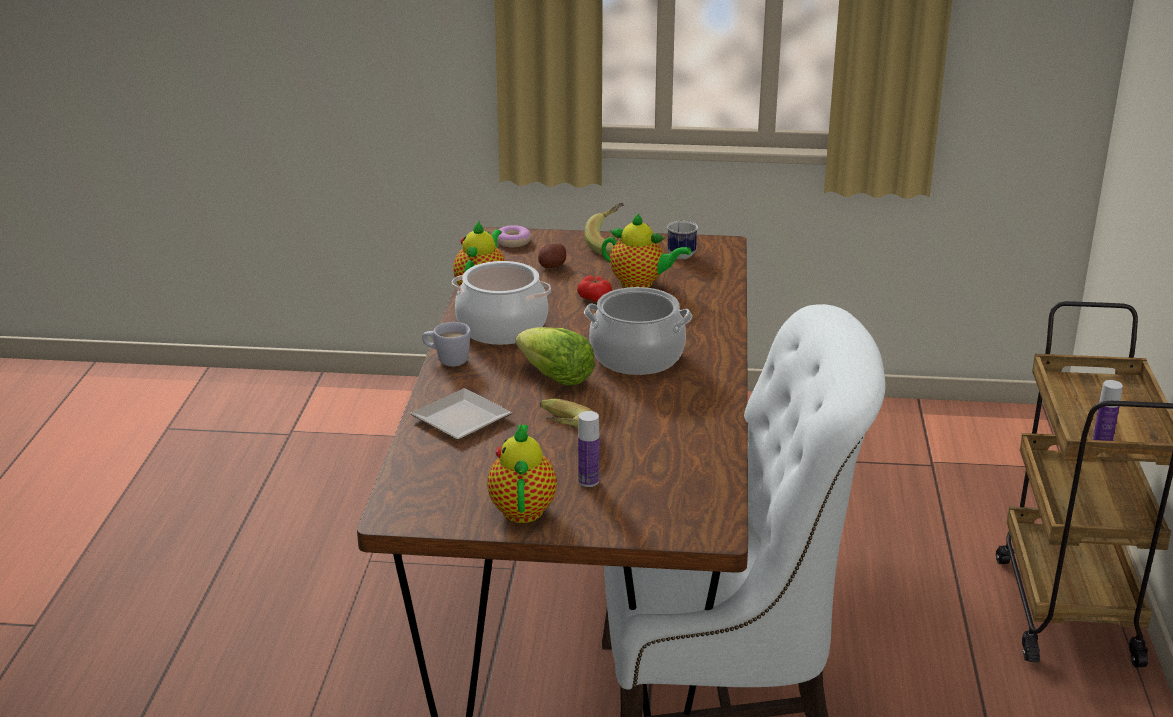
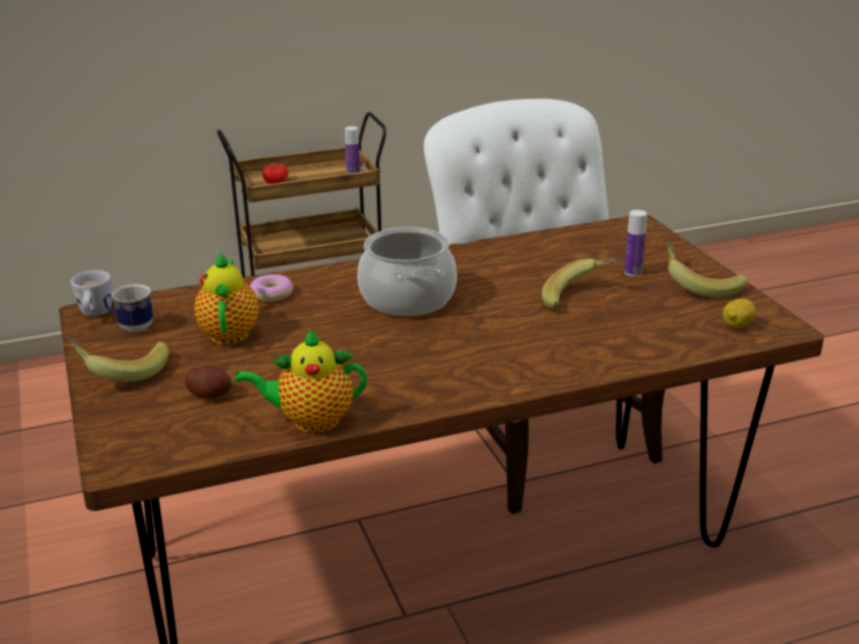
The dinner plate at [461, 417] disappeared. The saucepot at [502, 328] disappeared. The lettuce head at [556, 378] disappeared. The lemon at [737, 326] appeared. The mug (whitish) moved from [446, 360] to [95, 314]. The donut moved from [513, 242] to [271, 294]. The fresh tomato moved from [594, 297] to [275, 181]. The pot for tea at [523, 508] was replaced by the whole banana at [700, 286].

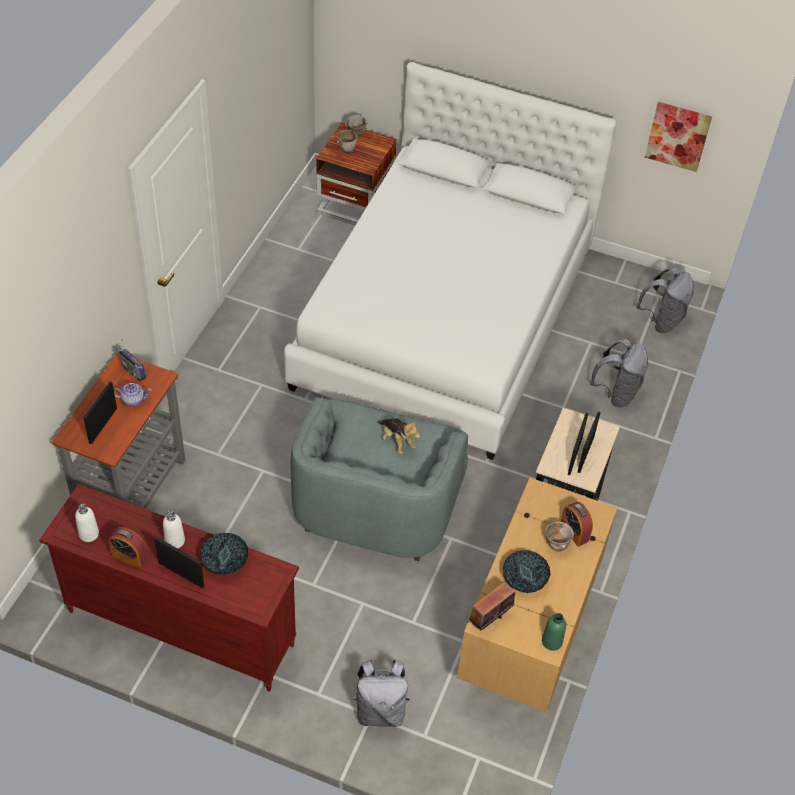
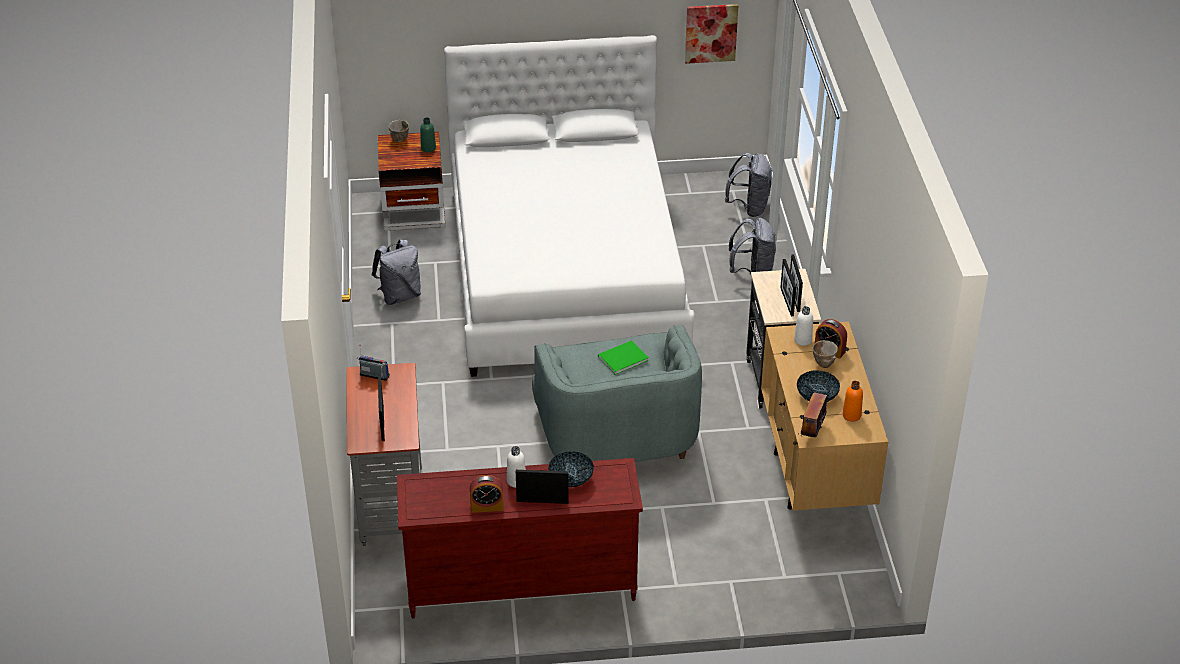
The pot for tea at [133, 400] disappeared. The serving bowl at [347, 150] disappeared. The drink bottle (orange) at [851, 415] appeared. The drink bottle (whitish) moved from [89, 534] to [803, 340]. The backpack (greyish) moved from [380, 710] to [399, 295]. The drink bottle (green) moved from [552, 641] to [428, 148]. The cuddly toy at [397, 441] was replaced by the volume (green) at [621, 358].

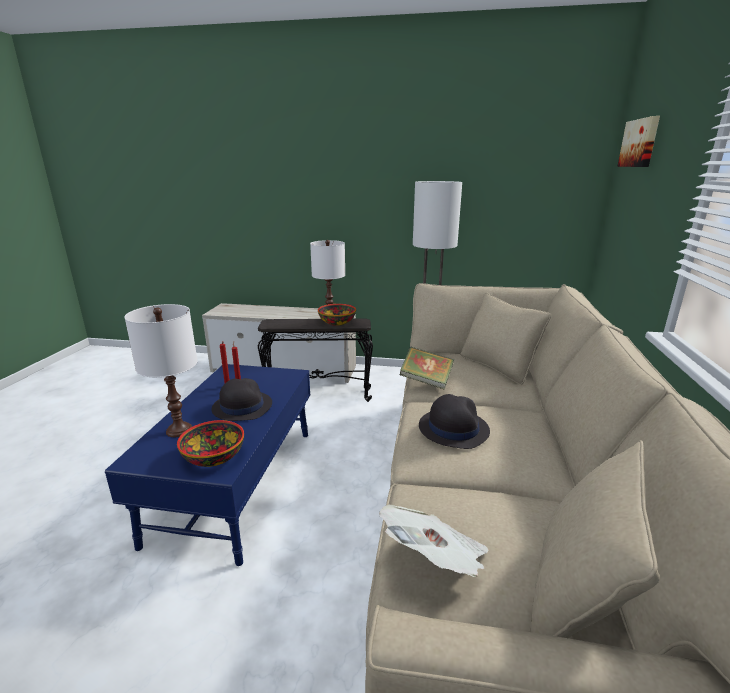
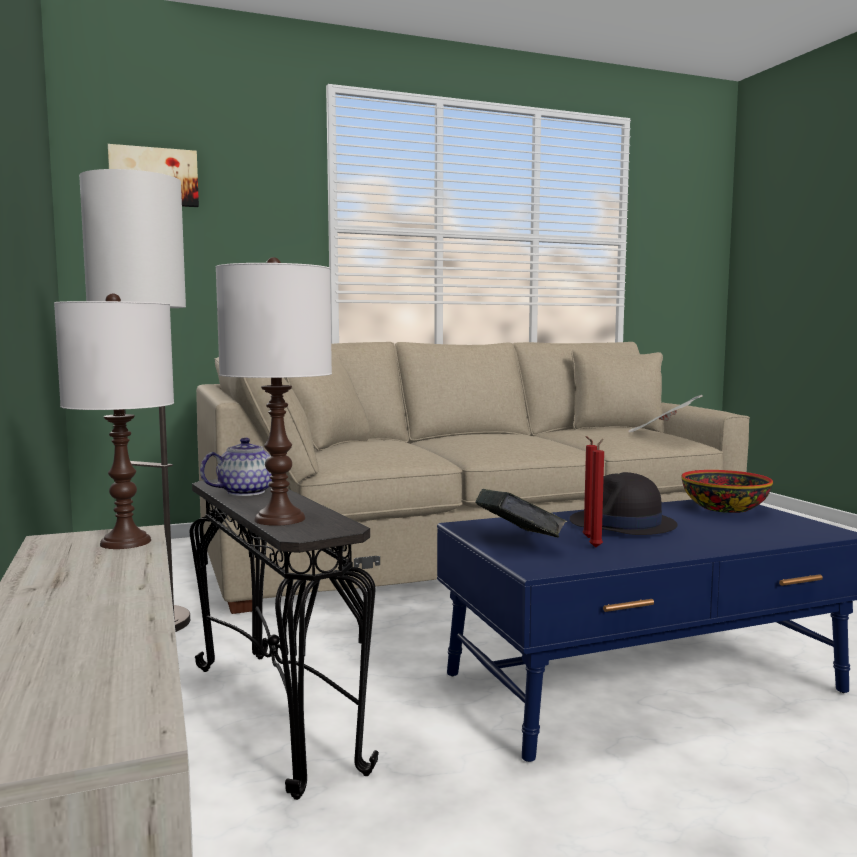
The hat (black) at [453, 428] disappeared. The tabletop lamp (whitish) moved from [179, 430] to [279, 519]. The volume moved from [426, 381] to [518, 542]. The serving bowl at [337, 322] was replaced by the pot for tea at [245, 492].

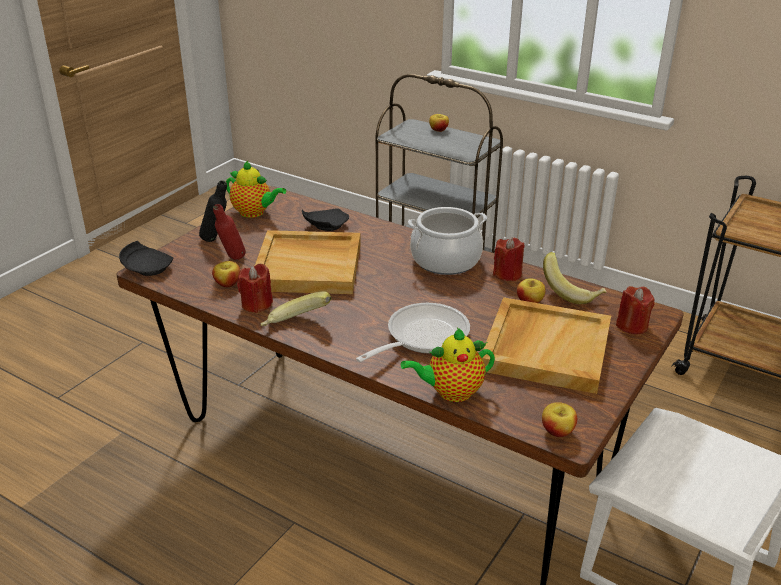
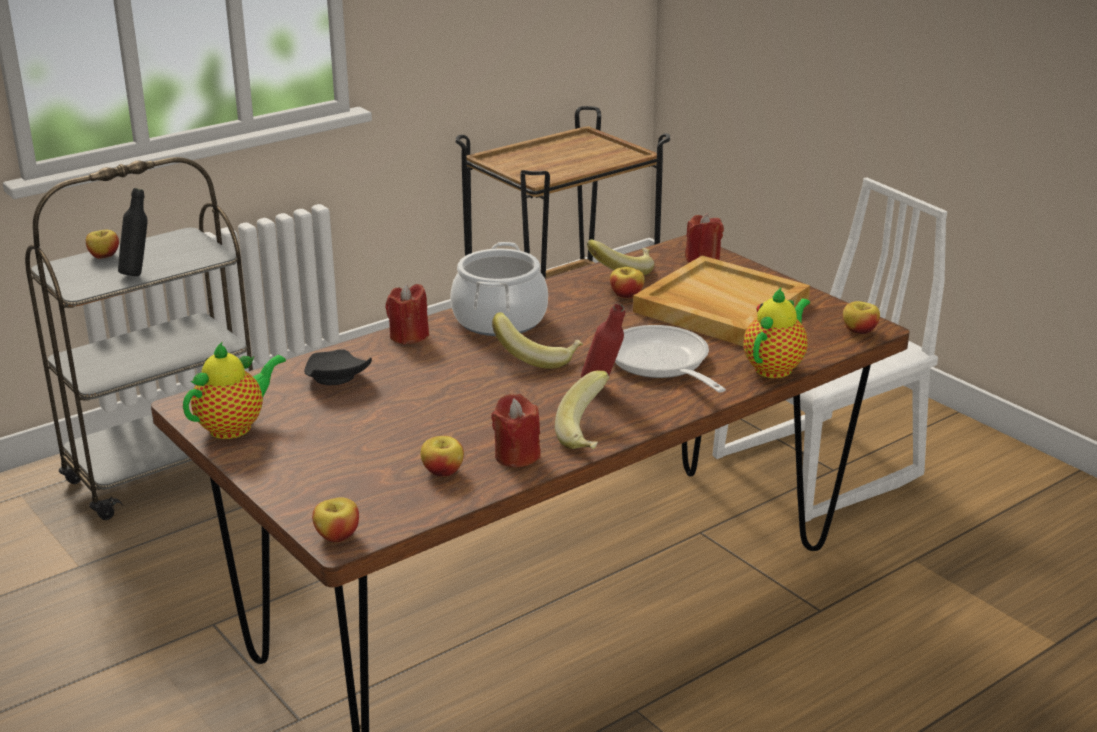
The tray (sand-coloured) at [309, 266] disappeared. The whole banana at [538, 358] appeared. The drink bottle (black) moved from [216, 240] to [138, 273]. The drink bottle (red) moved from [232, 261] to [602, 390]. The wax candle (red) moved from [507, 274] to [408, 336]. The dinner plate (black) at [147, 268] was replaced by the whole apple at [337, 536]. The pot for tea at [451, 392] turned 150 degrees counterclockwise.

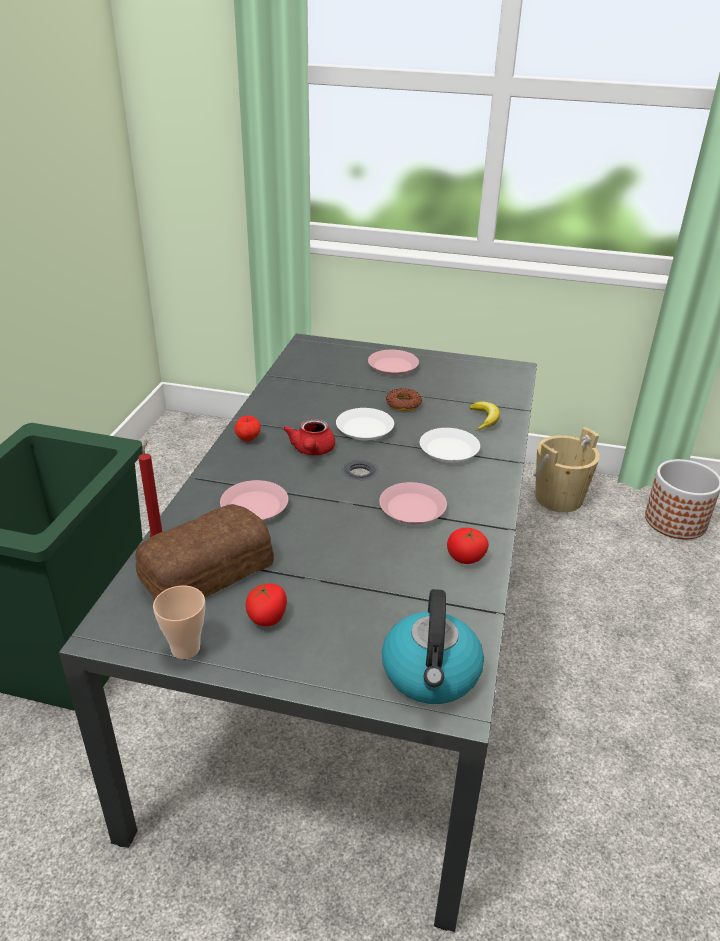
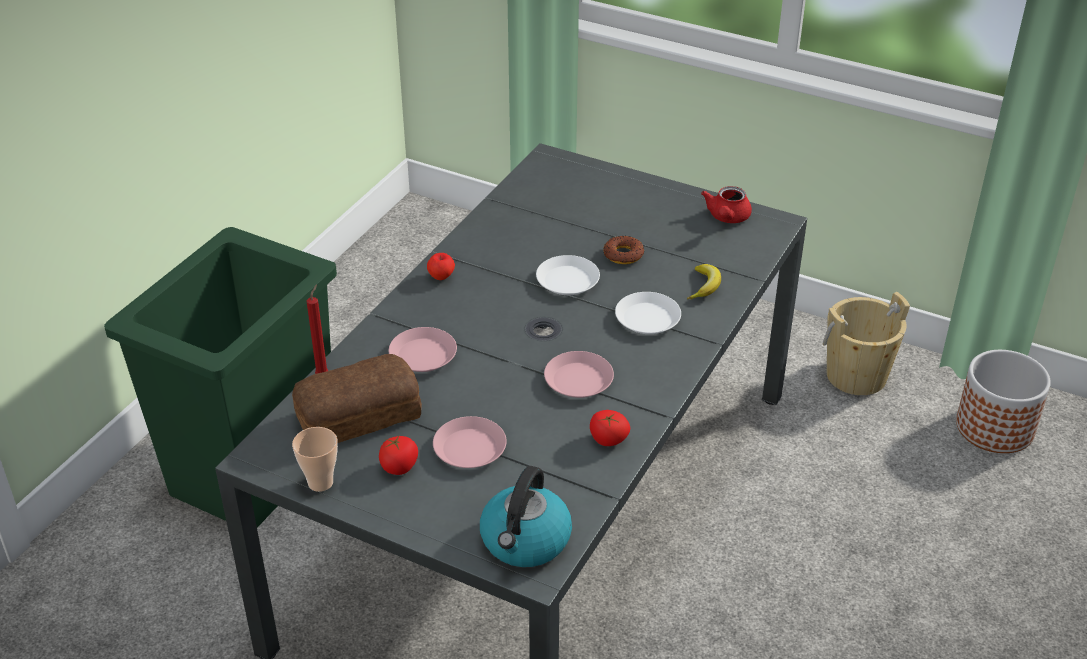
The pot for tea (red) moved from [312, 451] to [727, 218]. The dinner plate (pink) moved from [393, 367] to [469, 448].

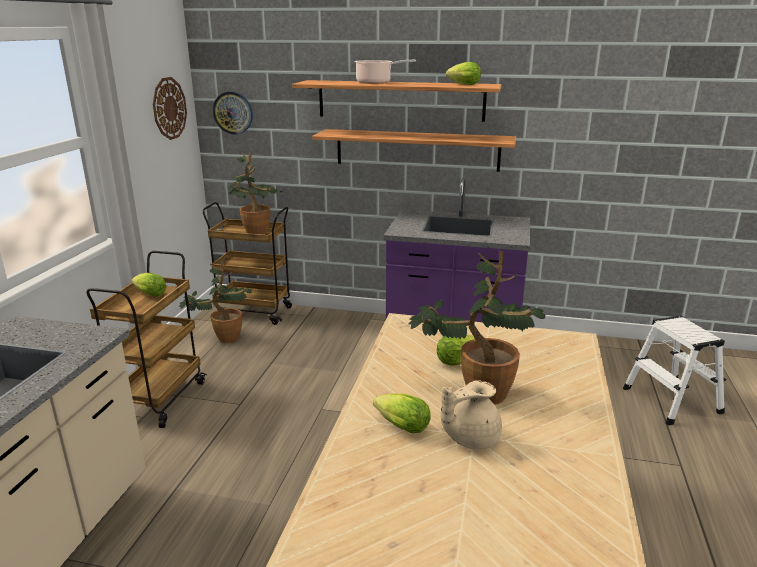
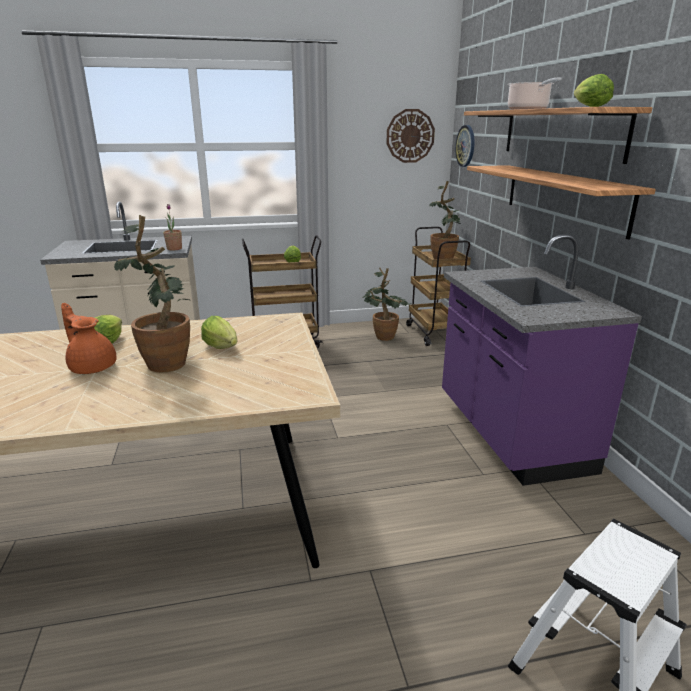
The potted plant at [174, 249] appeared. The pot for tea (sand-coloured) at [470, 438] became the pot for tea (orange) at [92, 367].

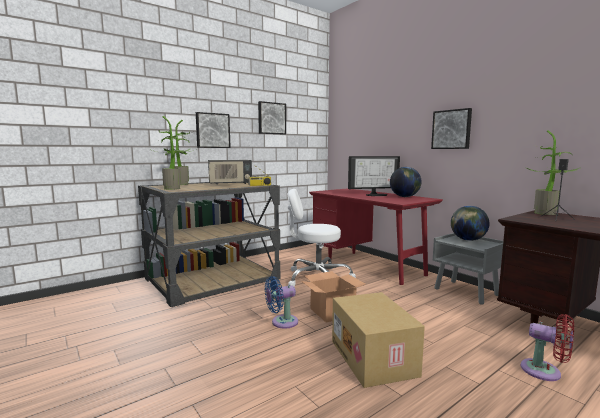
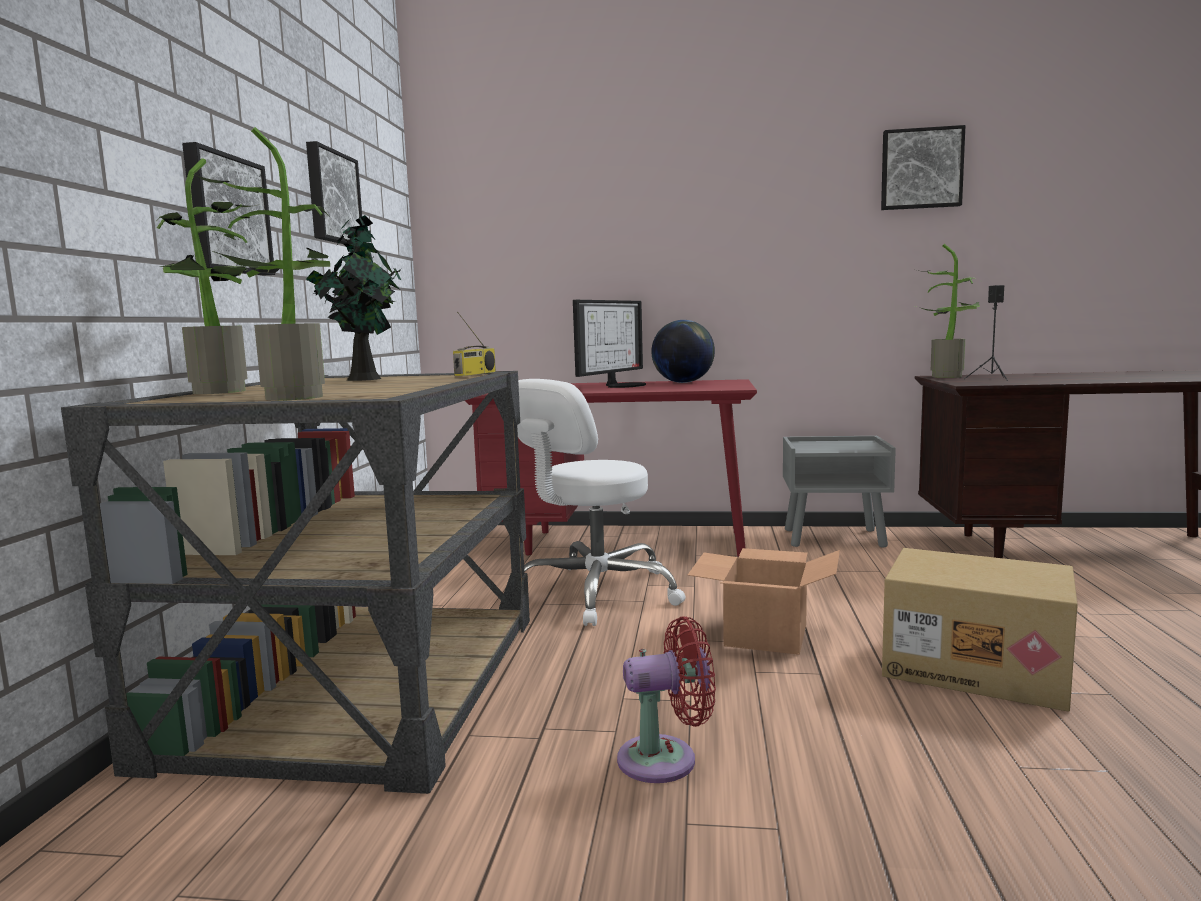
The cooling fan (bluish) at [282, 322] disappeared. The world globe at [468, 240] disappeared. The wall picture moved from [451, 129] to [921, 169]. The cooling fan (red) moved from [545, 372] to [665, 759]. The radio at [230, 183] was replaced by the potted plant at [364, 379].

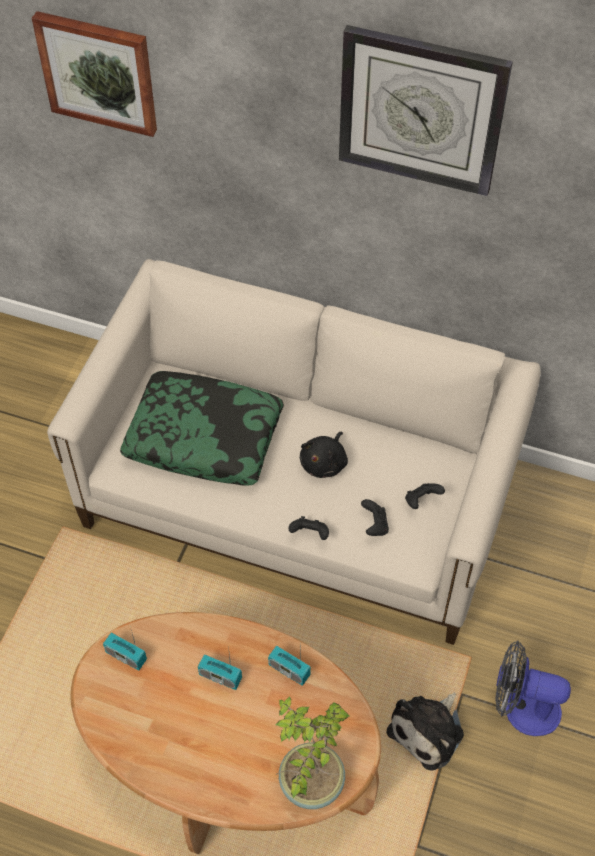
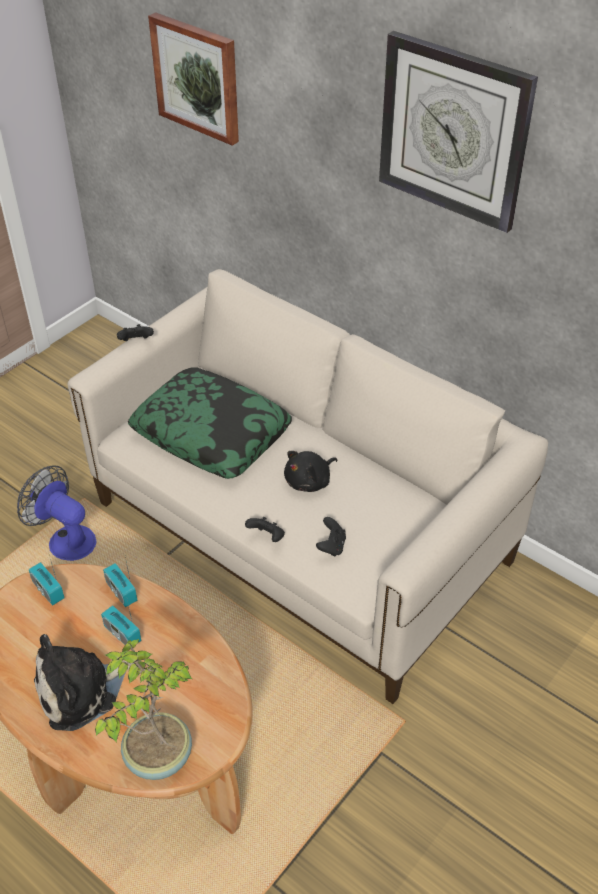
The radio moved from [289, 670] to [121, 592]. The cuddly toy moved from [429, 730] to [81, 690]. The gamepad (black) moved from [421, 501] to [136, 342]. The cooling fan moved from [522, 708] to [65, 539].

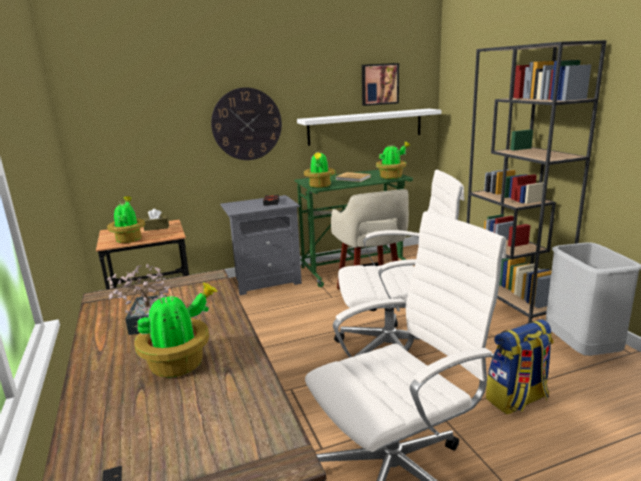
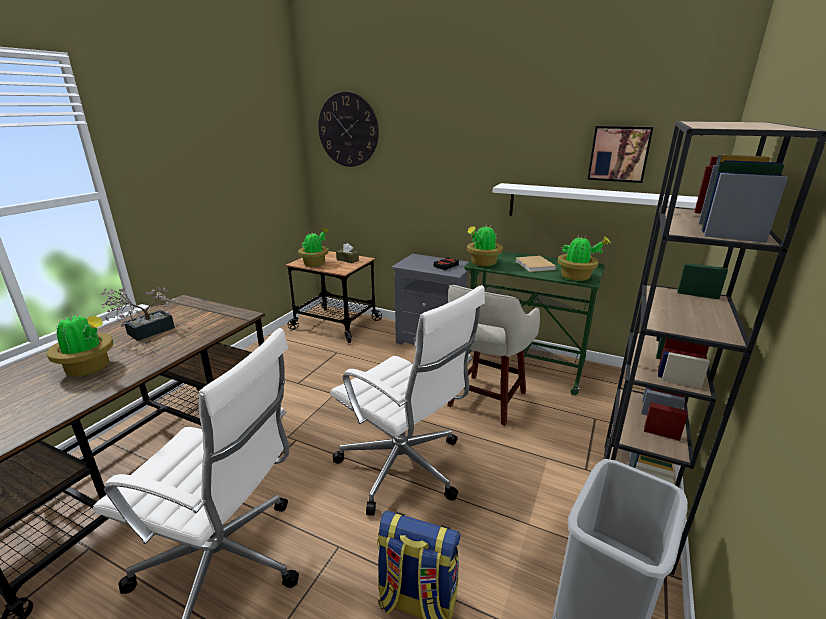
The wall clock moved from [247, 124] to [348, 130].

